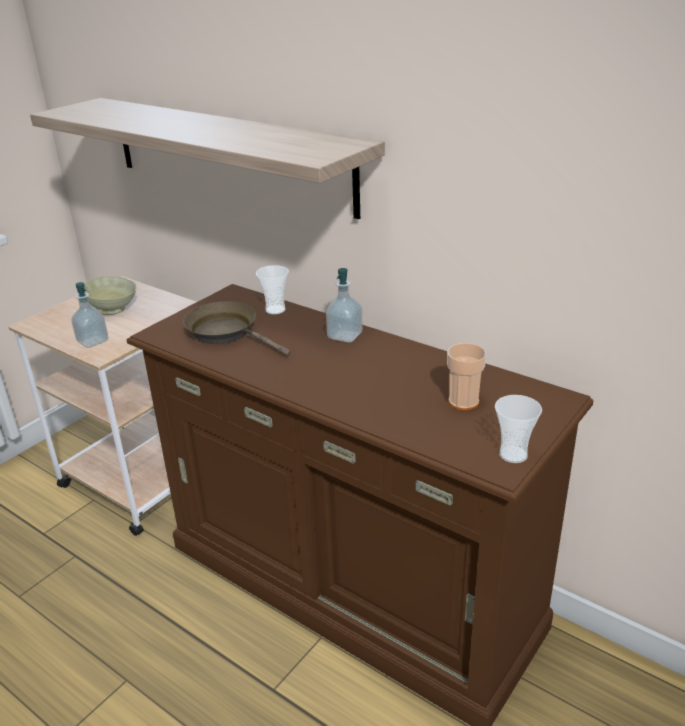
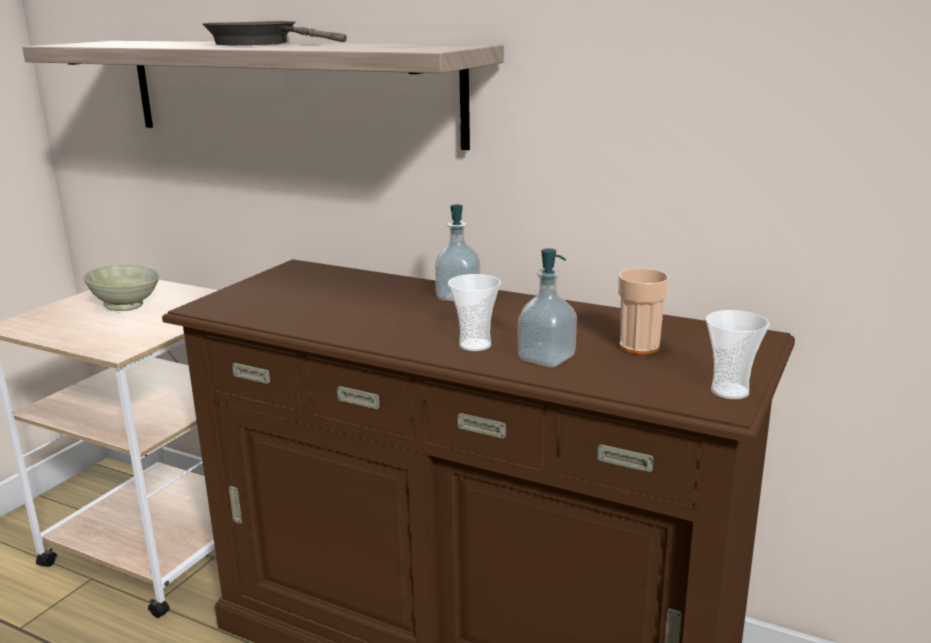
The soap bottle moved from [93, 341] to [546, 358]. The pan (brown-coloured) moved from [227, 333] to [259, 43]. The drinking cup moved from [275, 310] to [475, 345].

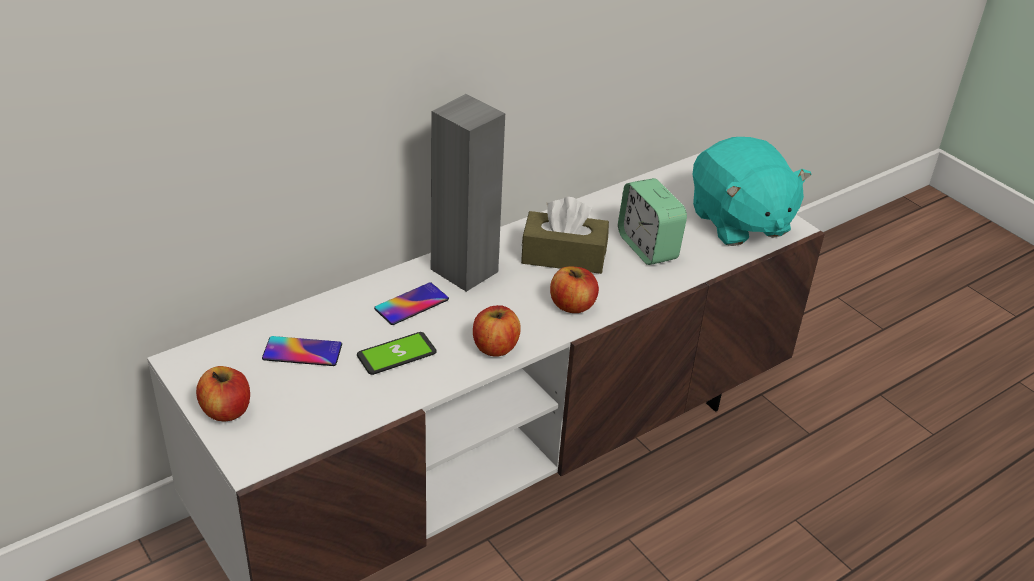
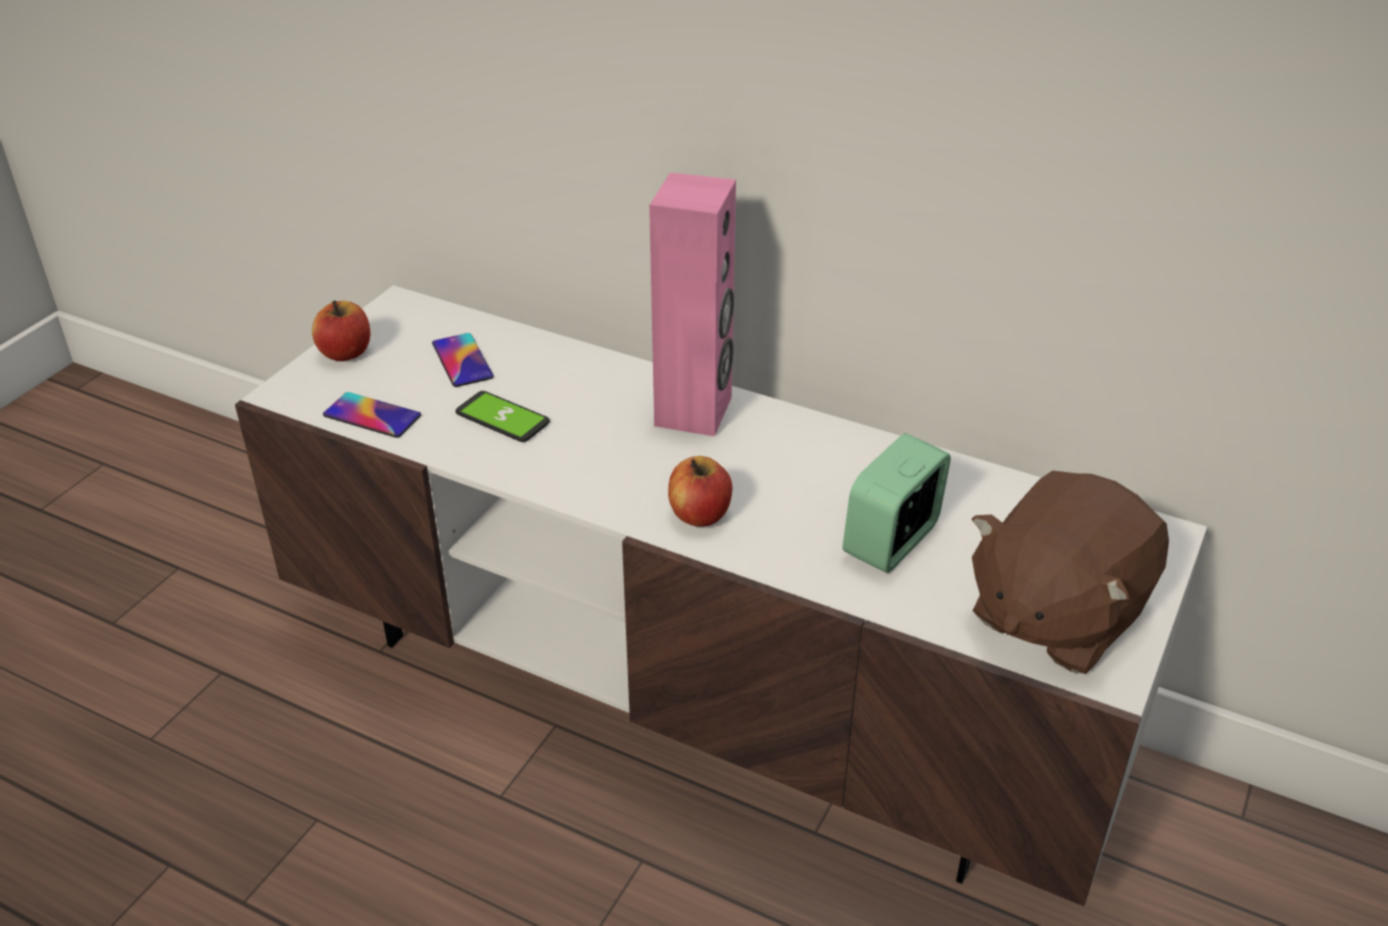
The whole apple at [495, 347] disappeared. The box of tissues (brown-coloured) at [563, 256] disappeared. The handset moved from [411, 304] to [372, 416]. The audio speaker (greyish) at [465, 270] became the audio speaker (pink) at [694, 412]. The cuddly toy (blue-green) at [738, 222] became the cuddly toy (brown-coloured) at [1055, 615].

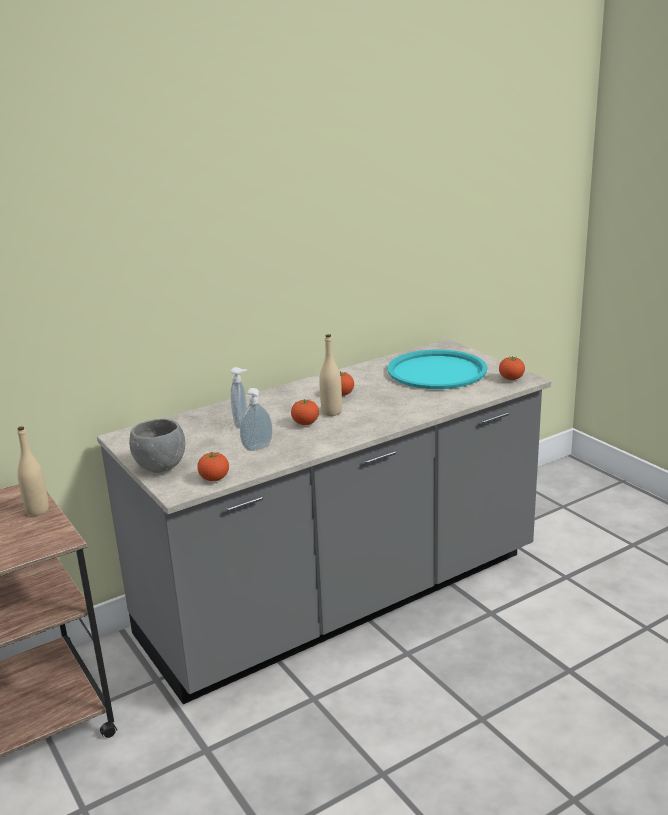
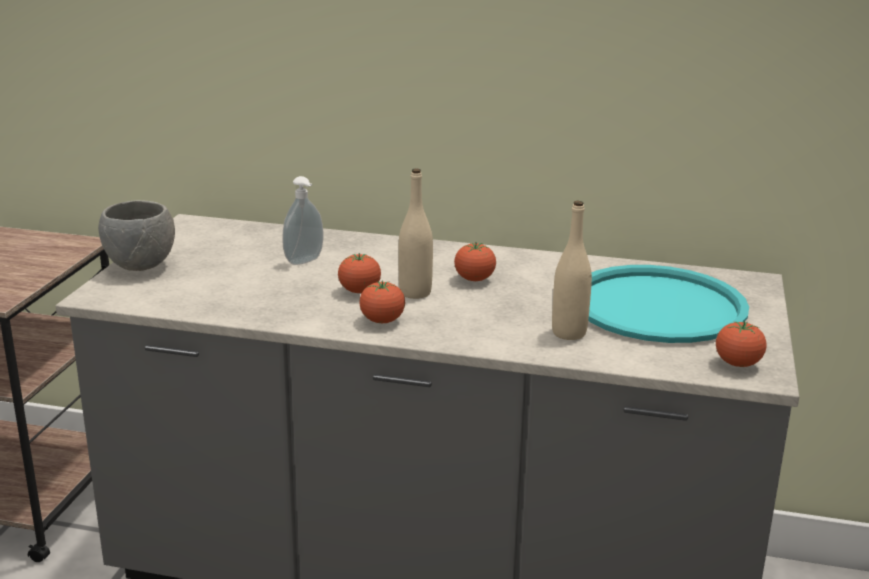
The soap bottle at [258, 448] disappeared. The drink bottle (sand-coloured) moved from [37, 510] to [569, 333]. The fresh tomato moved from [214, 479] to [382, 321].

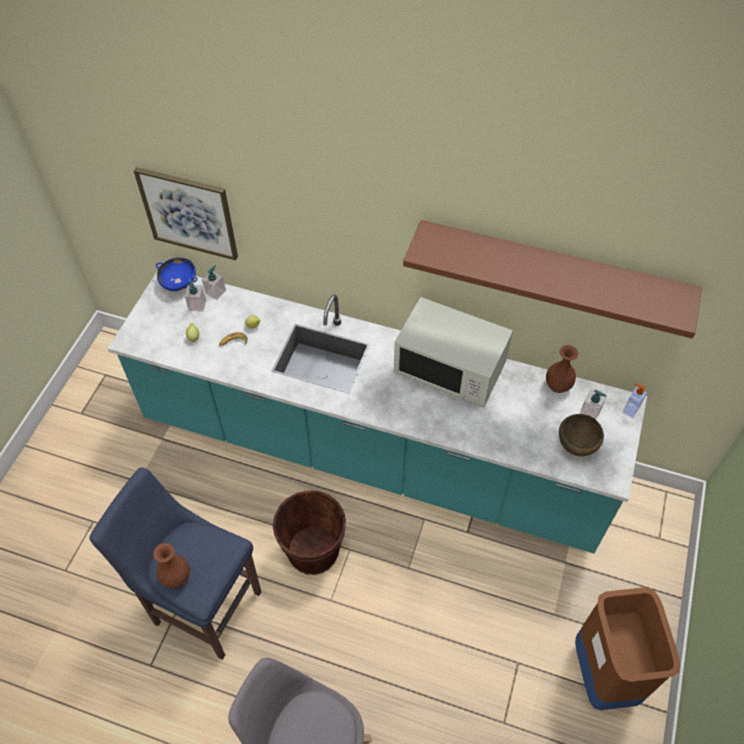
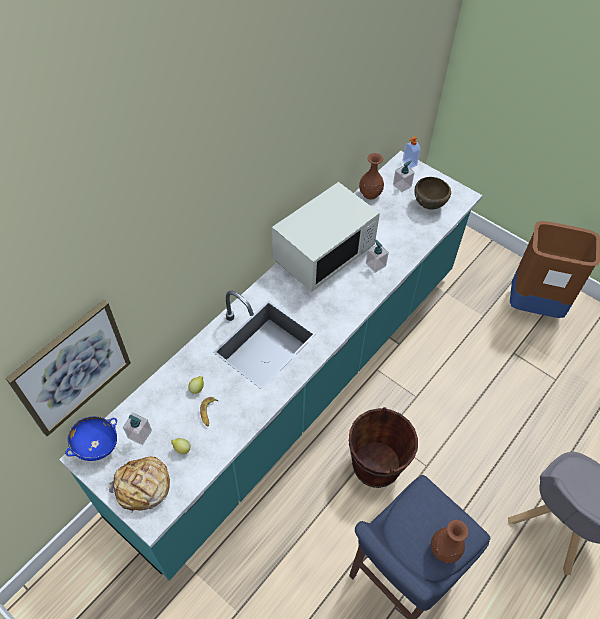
The shelf (brown-coloured) at [552, 269] disappeared. The baked bread at [142, 487] appeared. The soap bottle moved from [215, 292] to [375, 265].

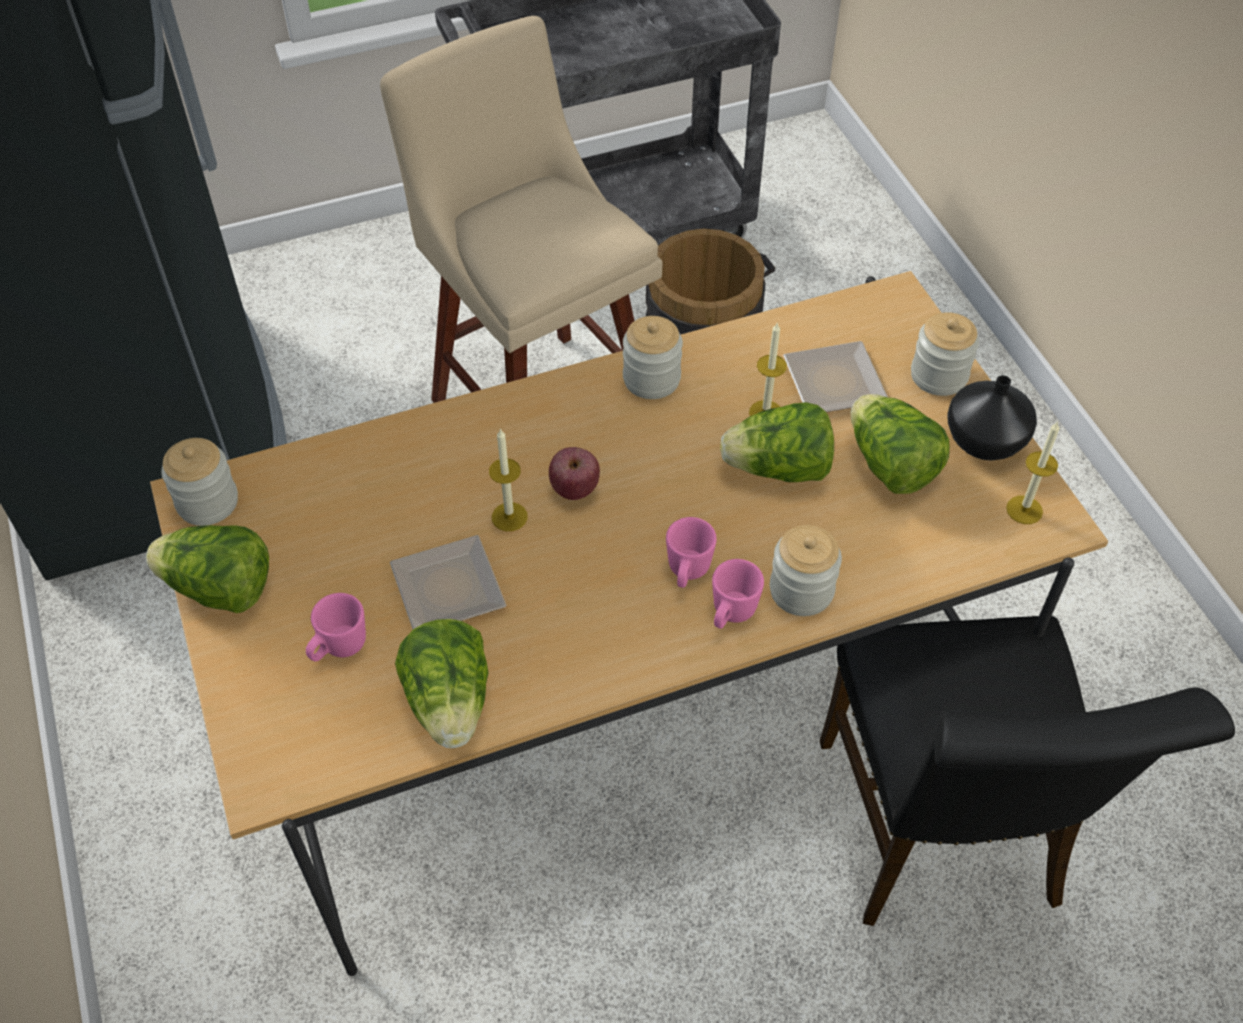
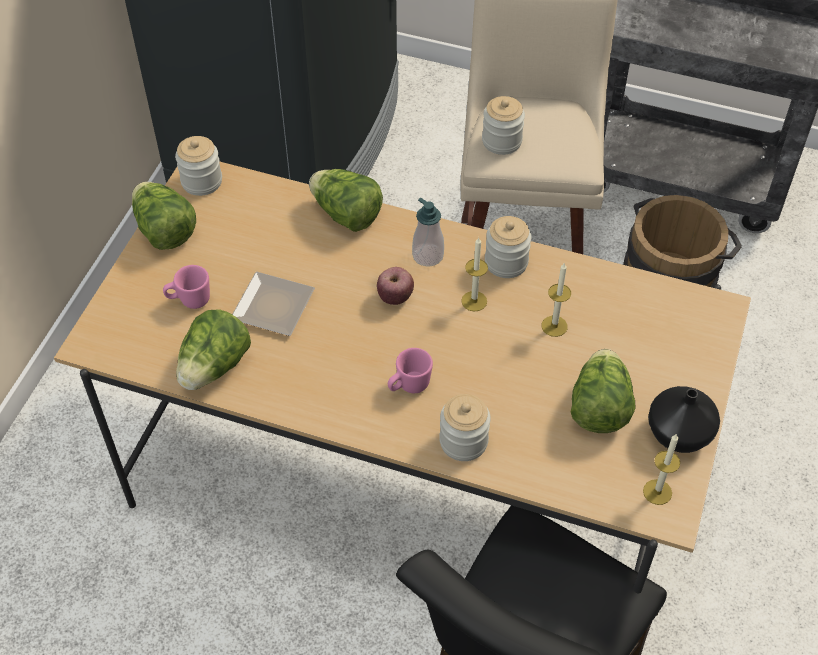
The mug (pink) at [730, 614] disappeared. The dinner plate at [832, 385] disappeared. The soap bottle at [428, 255] appeared. The wax candle moved from [509, 517] to [474, 301]. The lettuce head moved from [778, 469] to [346, 215]. The preserve jar moved from [939, 375] to [501, 141].

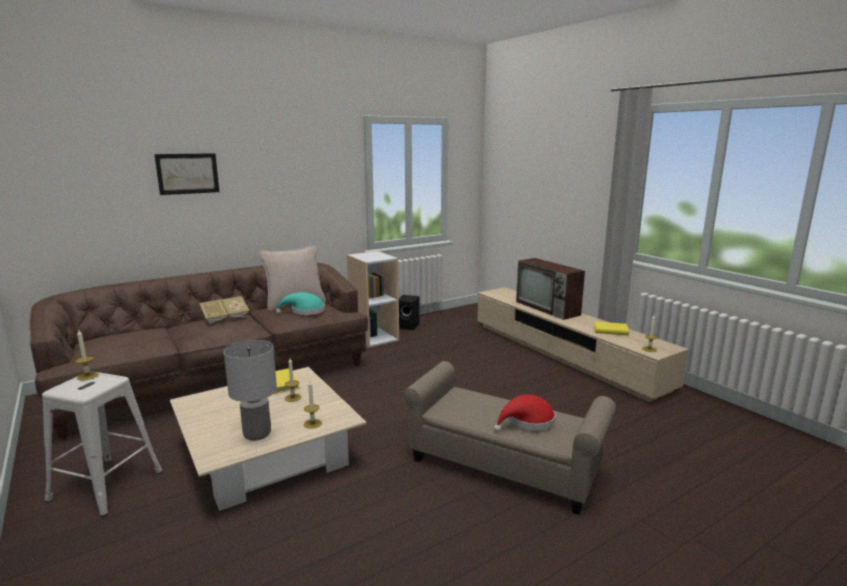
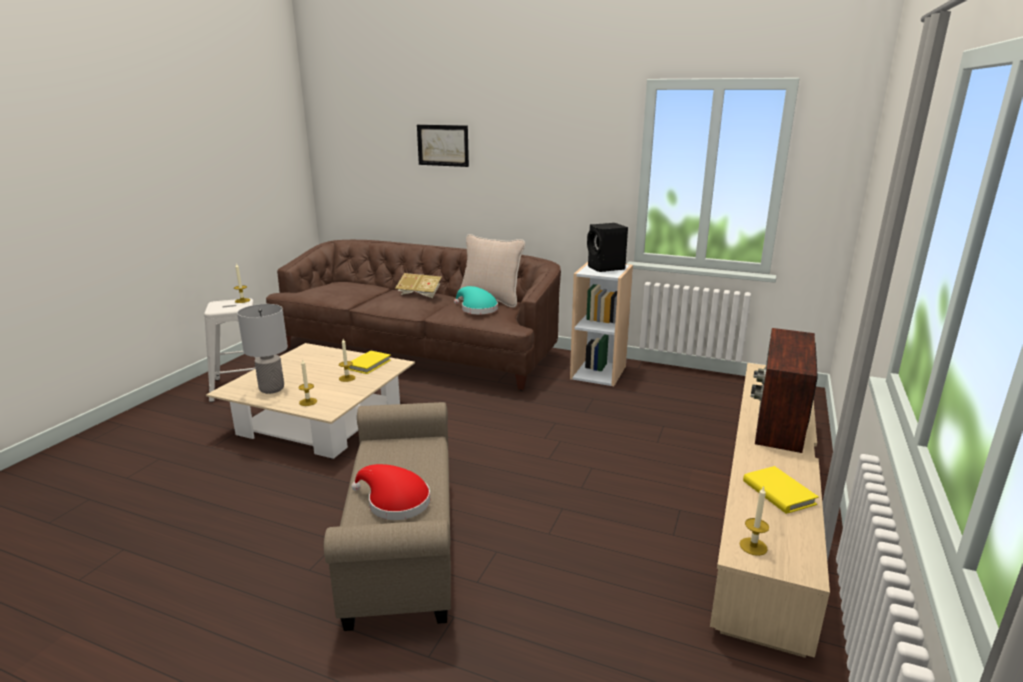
The audio speaker (black) moved from [409, 326] to [606, 268].

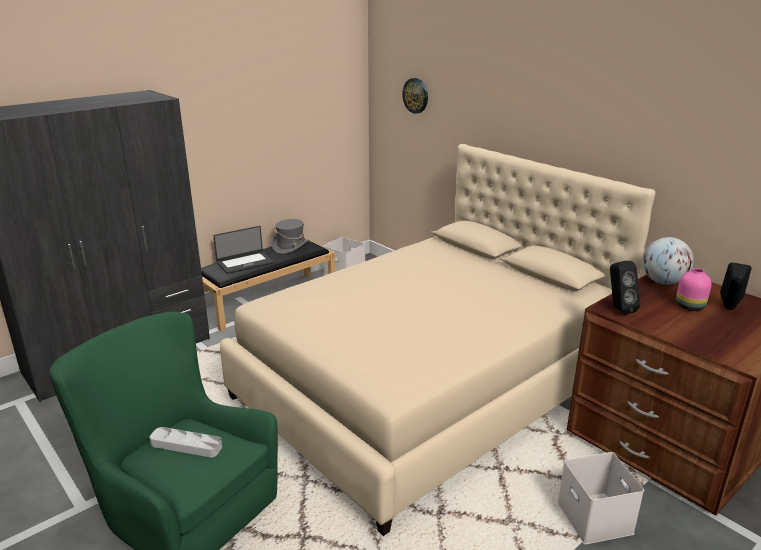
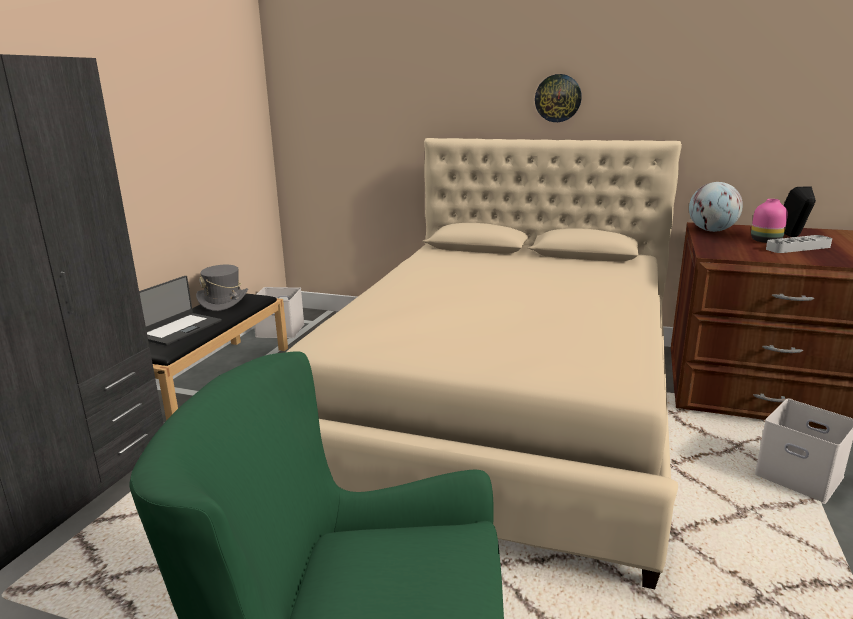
The audio speaker (black) at [618, 309] disappeared. The tray (greyish) moved from [186, 445] to [798, 248]. The wall clock moved from [415, 95] to [558, 98].

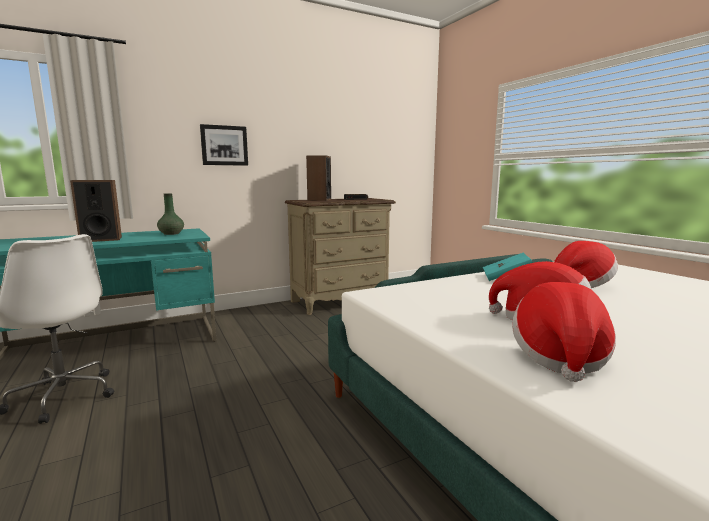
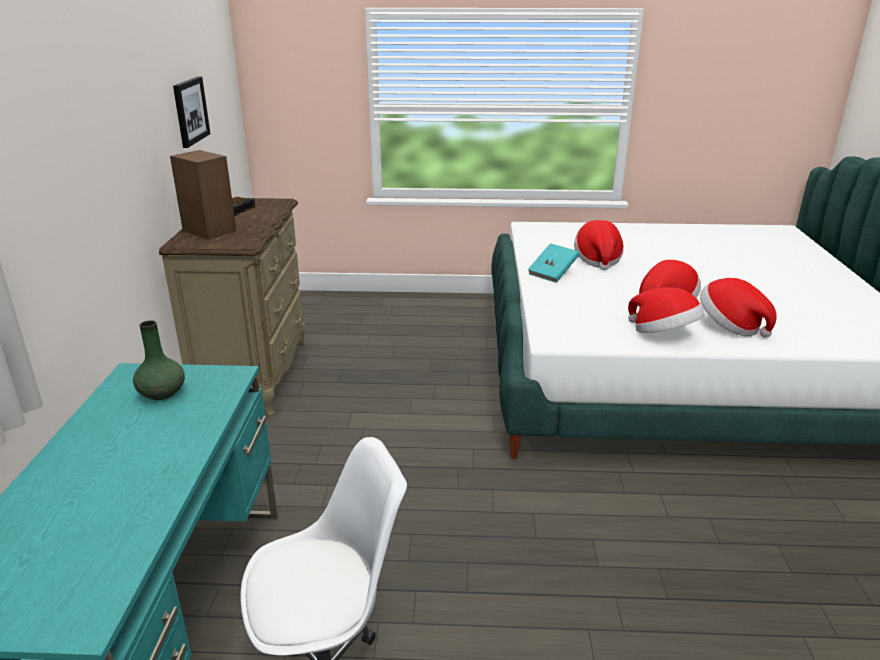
The audio speaker at [101, 239] disappeared. The hat at [663, 334] appeared. The wall picture moved from [224, 145] to [190, 111].

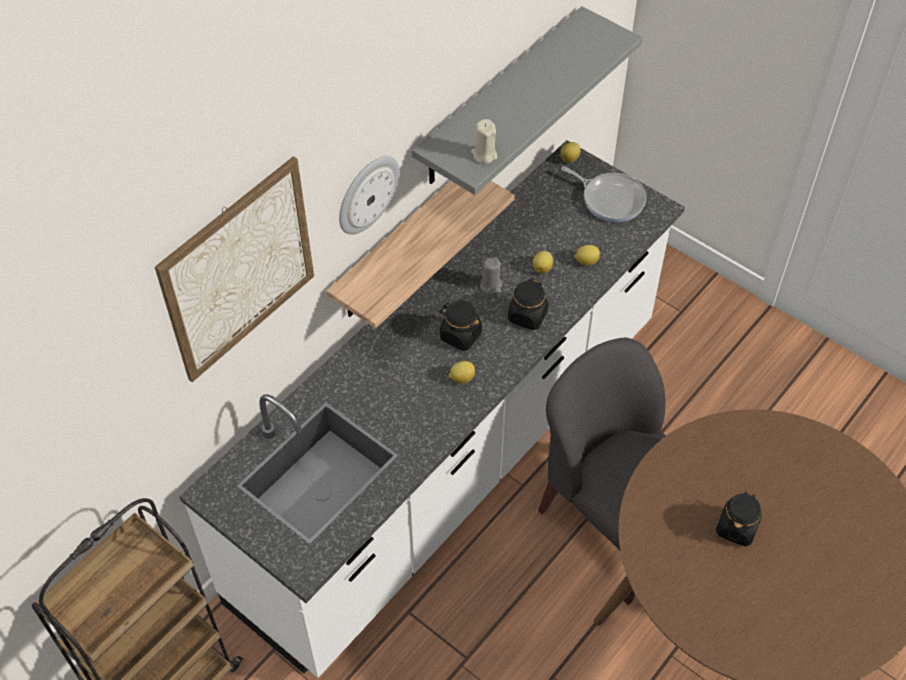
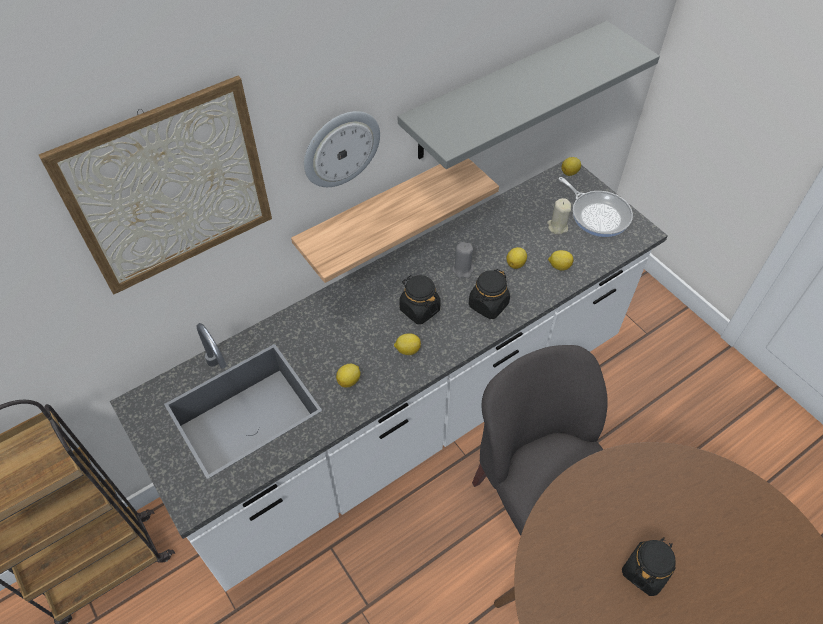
The lemon at [349, 380] appeared. The wax candle (sand-coloured) moved from [484, 155] to [557, 227].

